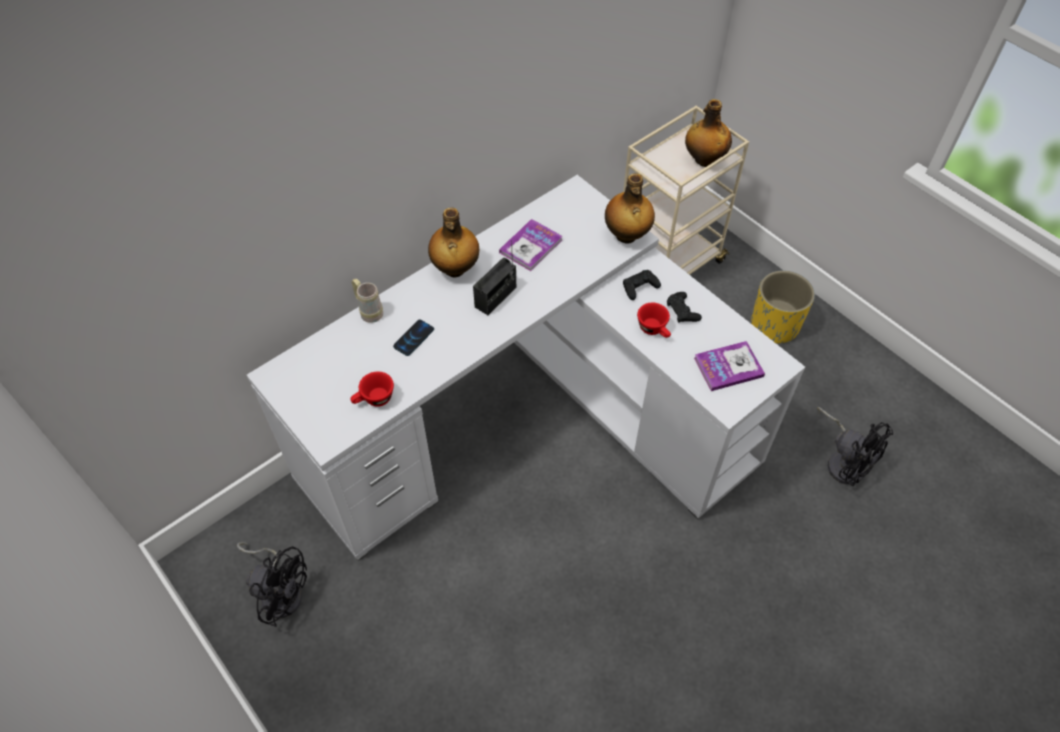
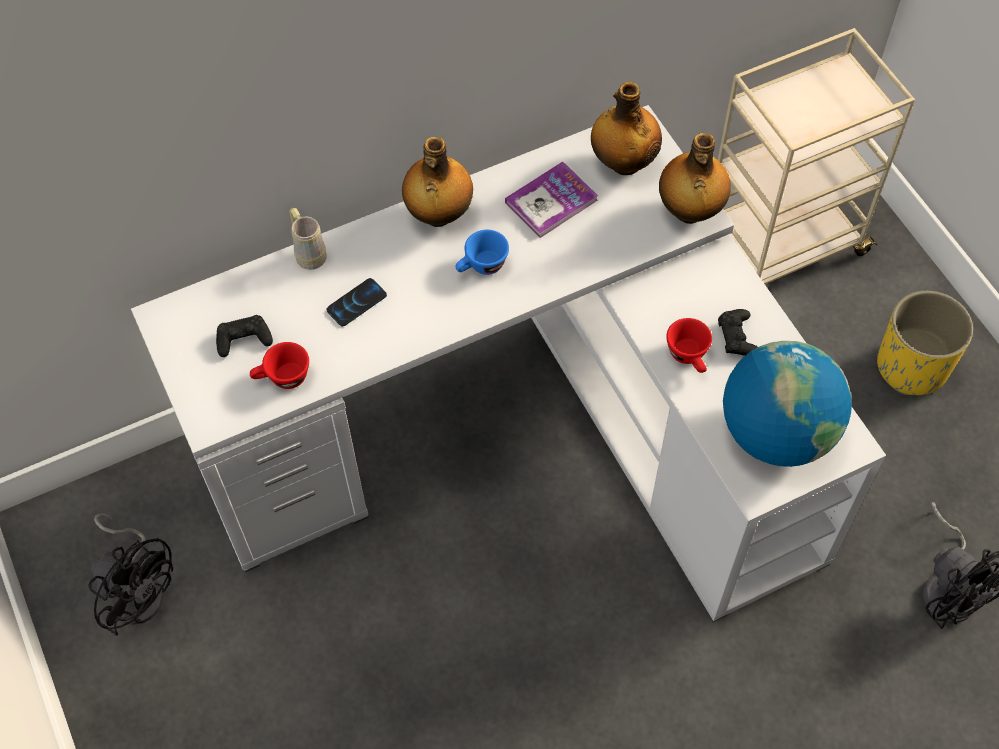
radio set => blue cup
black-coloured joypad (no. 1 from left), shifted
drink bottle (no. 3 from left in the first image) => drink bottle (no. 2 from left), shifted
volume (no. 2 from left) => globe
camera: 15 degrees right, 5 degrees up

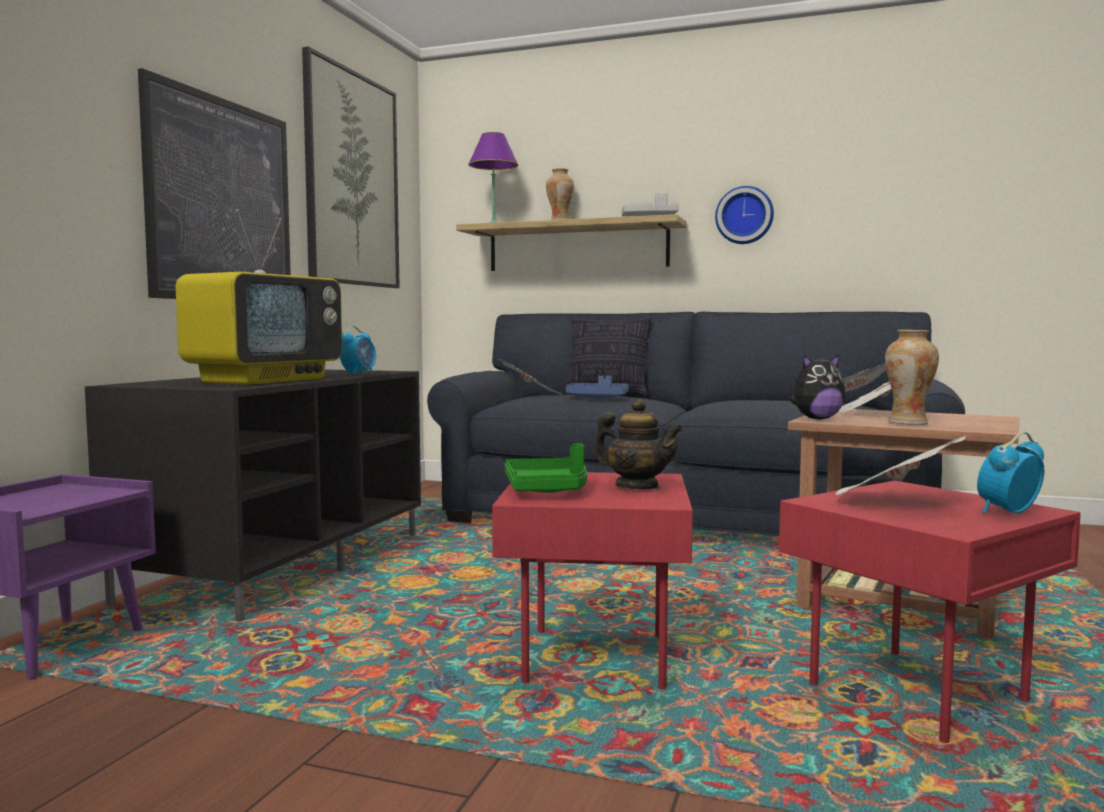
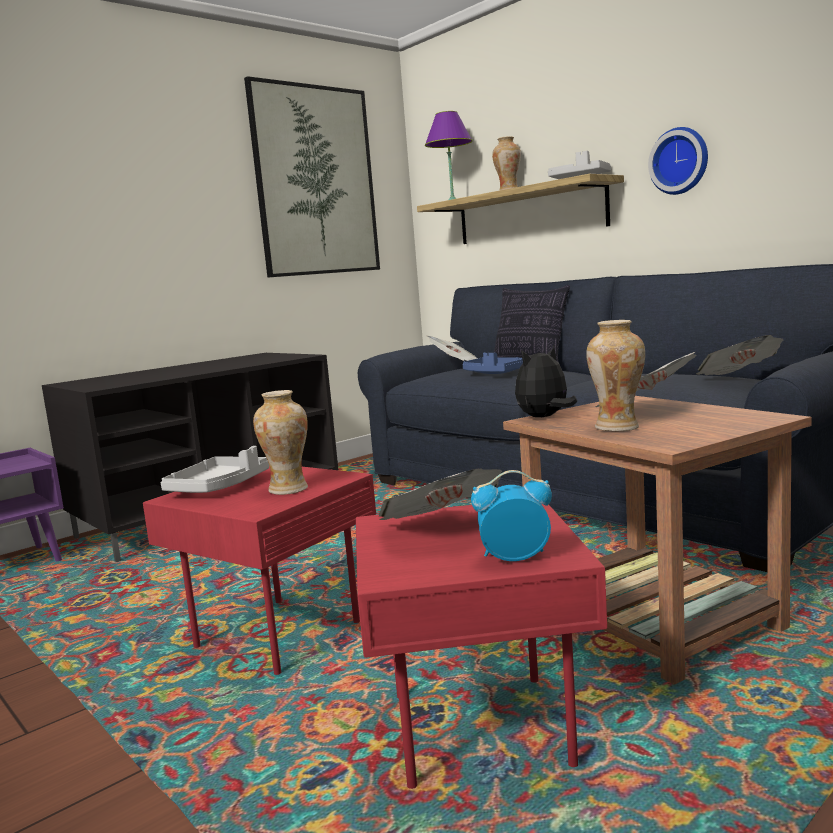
picture (no. 1 from left) => nothing
TV => nothing
table clock (no. 1 from left) => nothing
greenish tray => gray tray (no. 1 from left)
teapot => flower vase (no. 1 from left)
soft toy, 135 degrees clockwise
camera: 30 degrees right, 5 degrees up

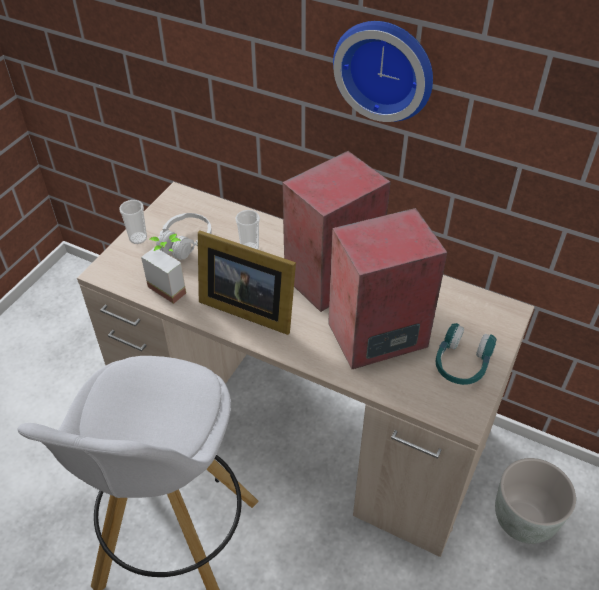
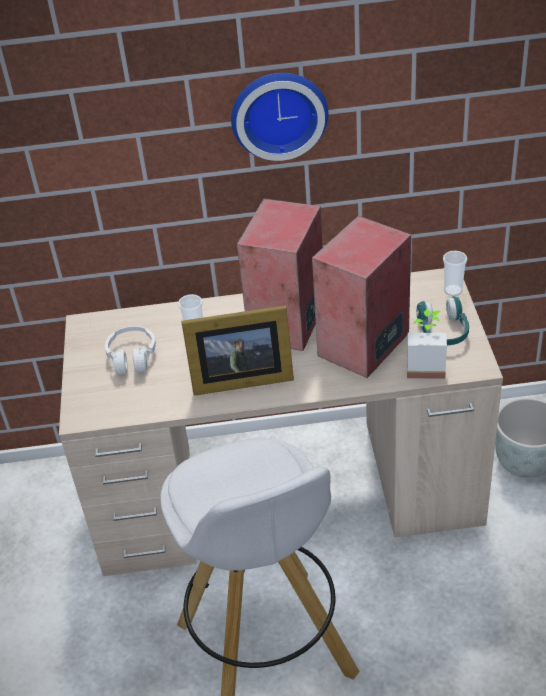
cup (no. 1 from left in the first image) => cup (no. 2 from left), shifted
houseplant, shifted
camera: 30 degrees left, 5 degrees down

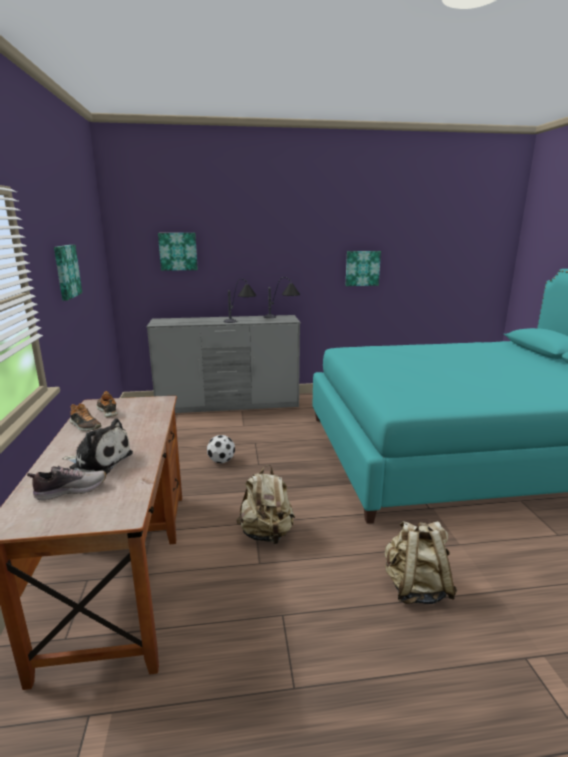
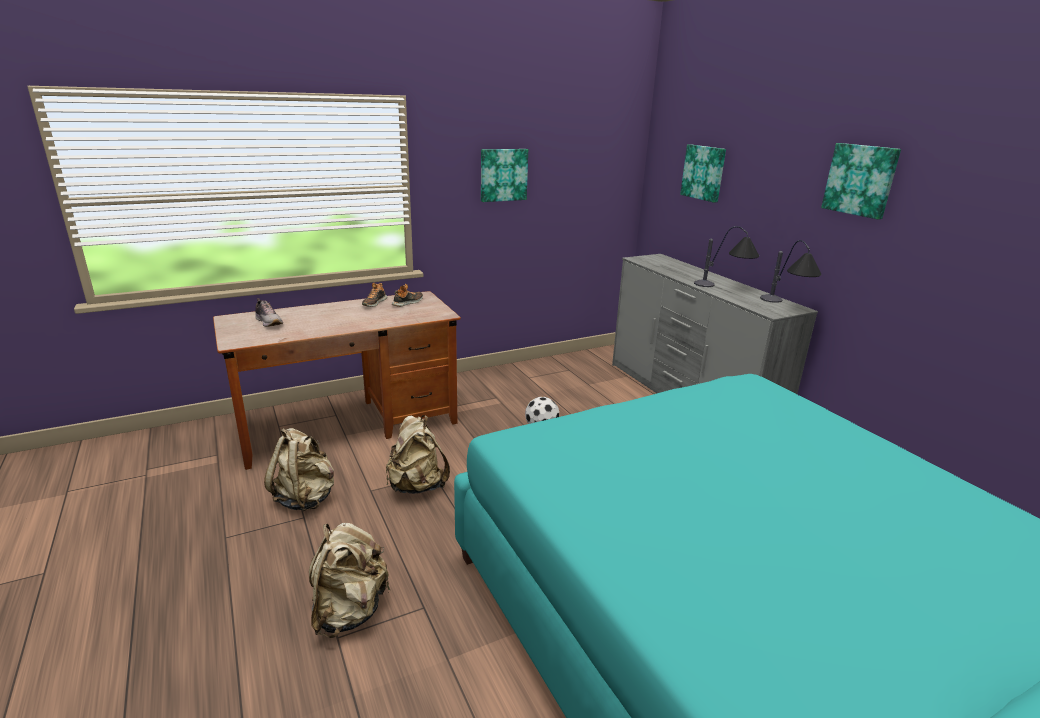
soft toy => nothing
picture (no. 3 from left), shifted
nothing => sand-coloured backpack (no. 1 from left)
camera: 70 degrees right, 5 degrees up

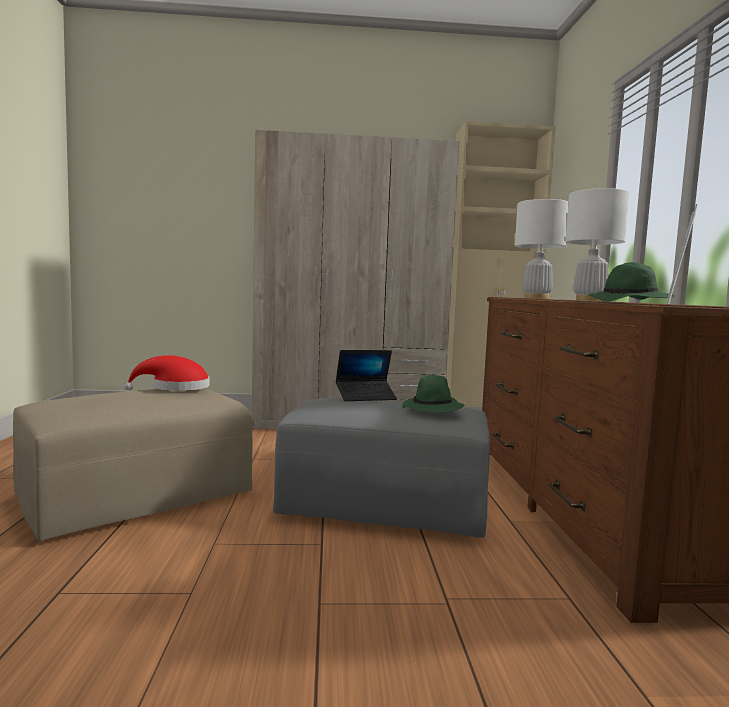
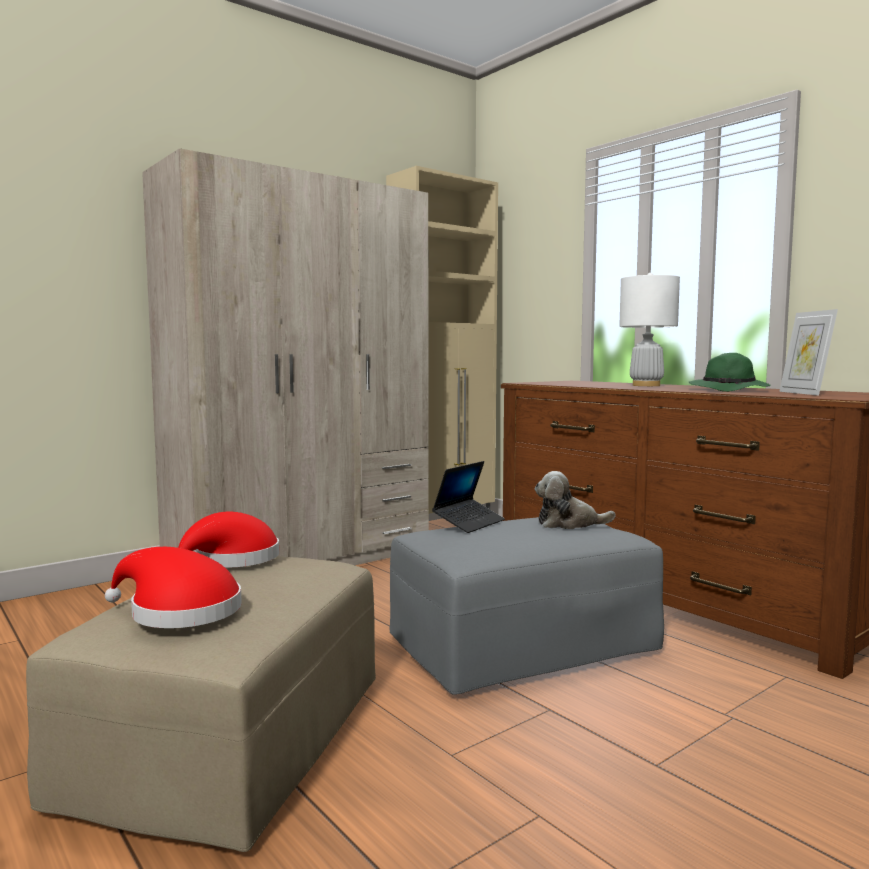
greenish clothing hat (no. 1 from left) => soft toy
whitish tabletop lamp (no. 1 from left) => nothing
nothing => red-coloured clothing hat (no. 1 from left)
camera: 35 degrees left, 0 degrees up

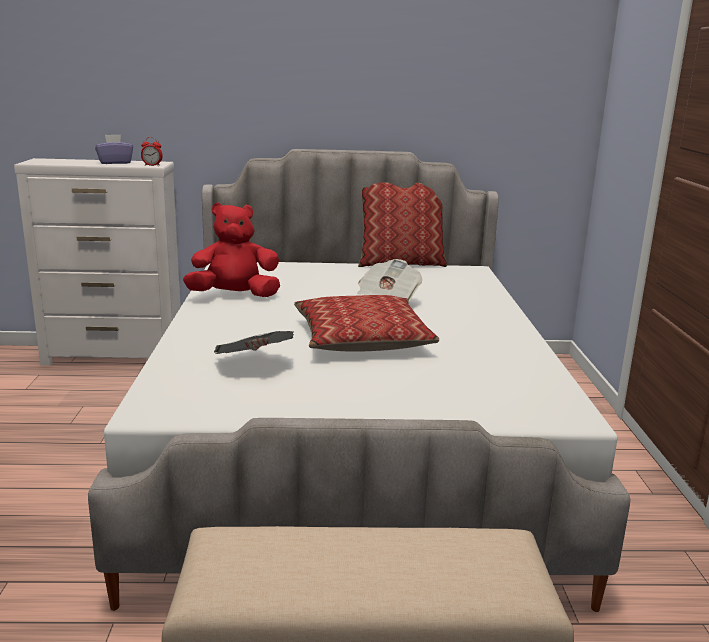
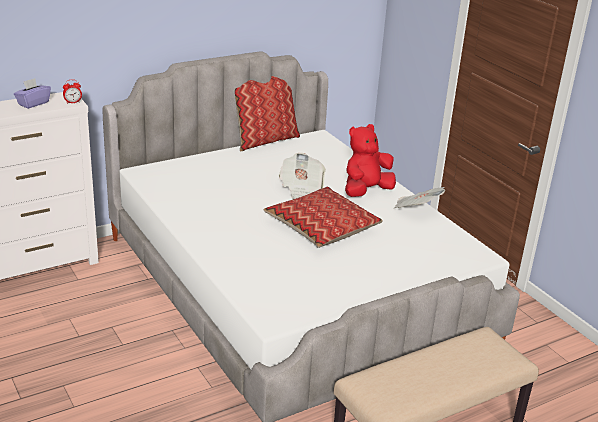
red-coloured soft toy, shifted
daily paper (no. 1 from left in the first image) => daily paper (no. 2 from left), shifted
camera: 30 degrees left, 10 degrees up

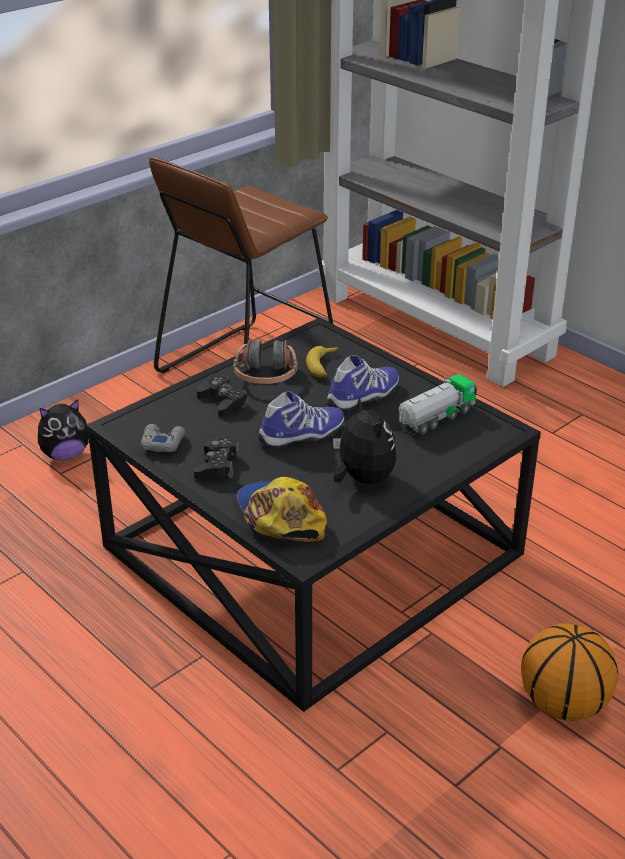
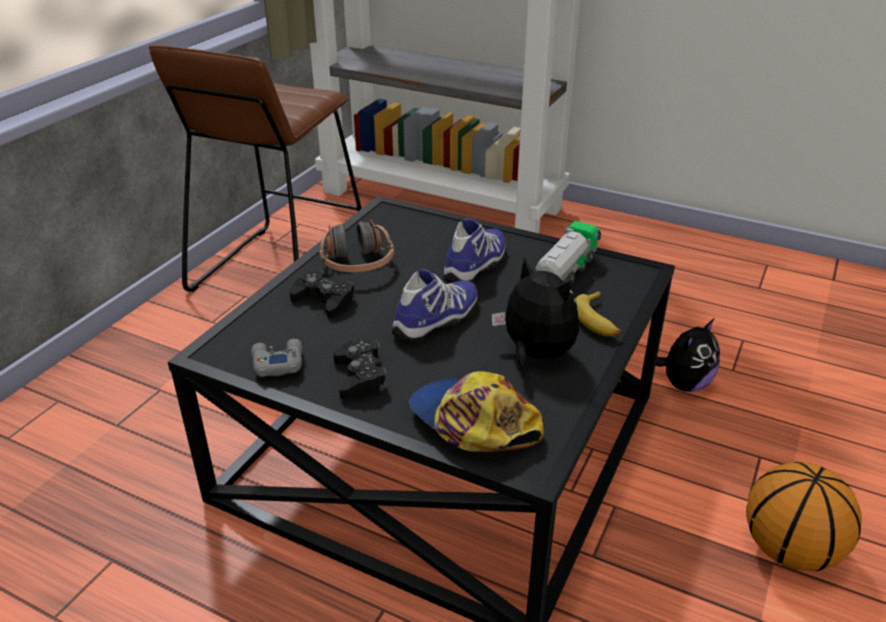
soft toy (no. 1 from left in the first image) => soft toy (no. 2 from left), shifted
banana, shifted
camera: 20 degrees left, 0 degrees up

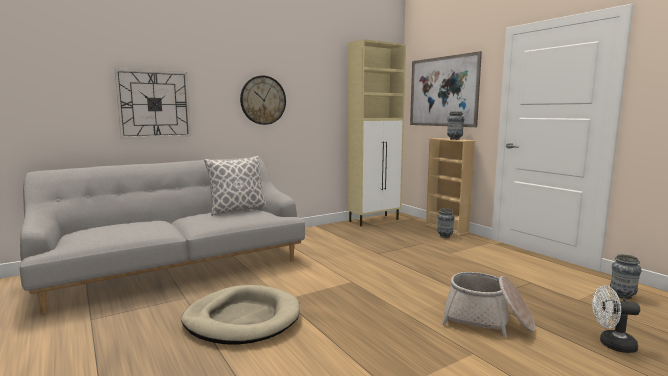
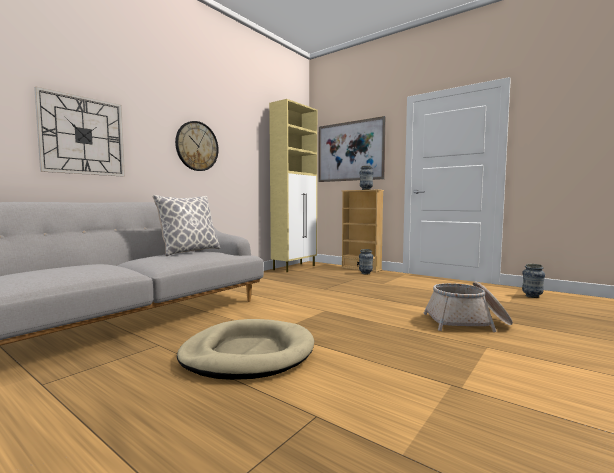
whitish electric fan => nothing
camera: 20 degrees left, 5 degrees down

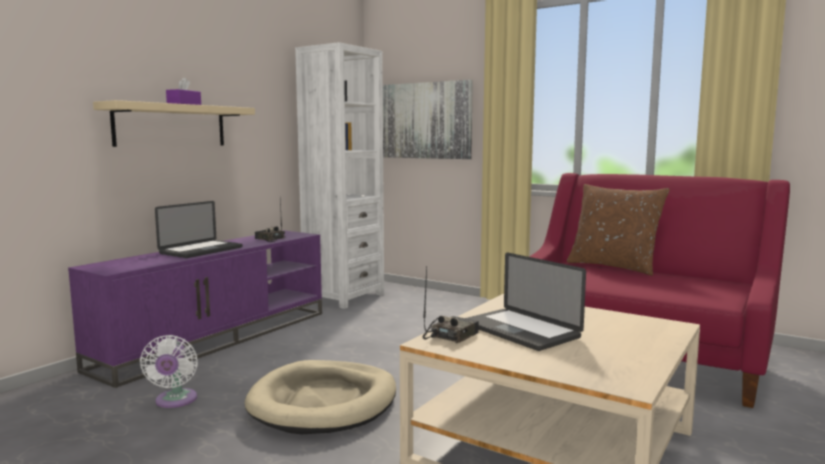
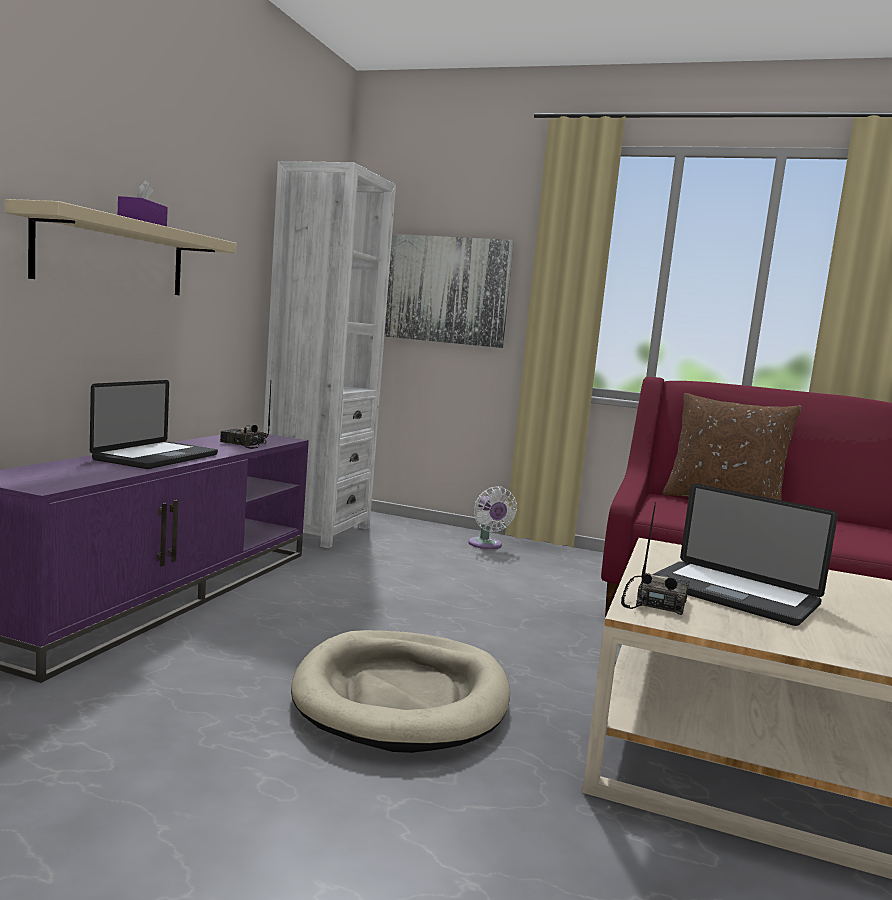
whitish electric fan, shifted
camera: 15 degrees left, 0 degrees up

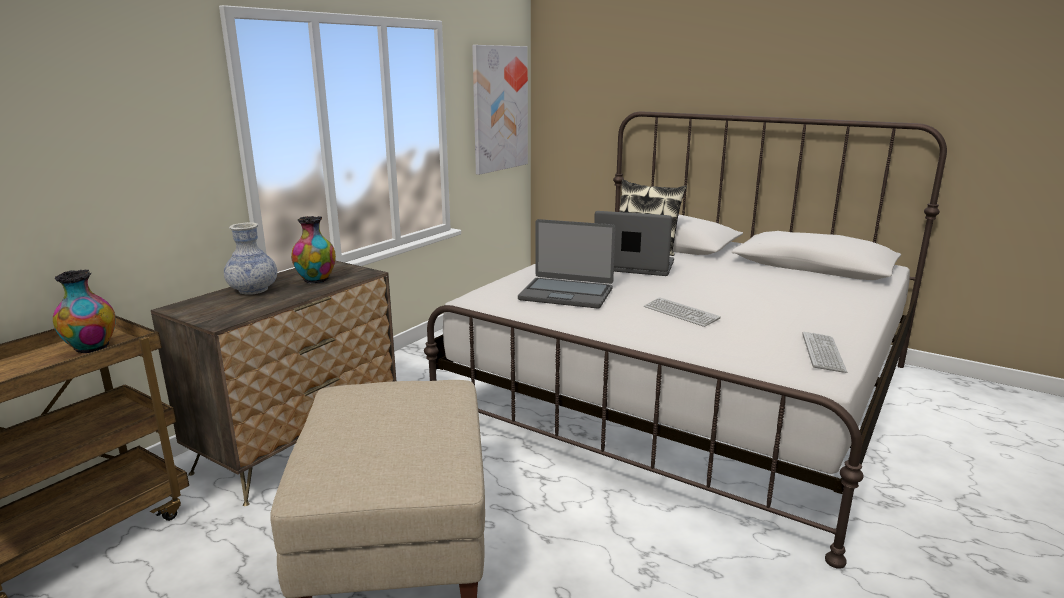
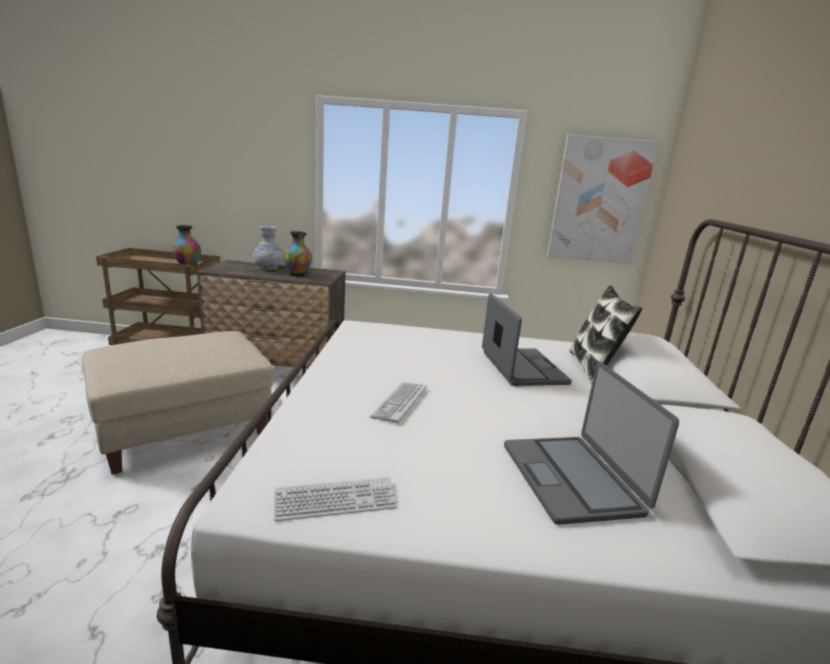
laptop (no. 1 from left in the first image) => laptop (no. 2 from left), shifted
camera: 60 degrees right, 0 degrees up

